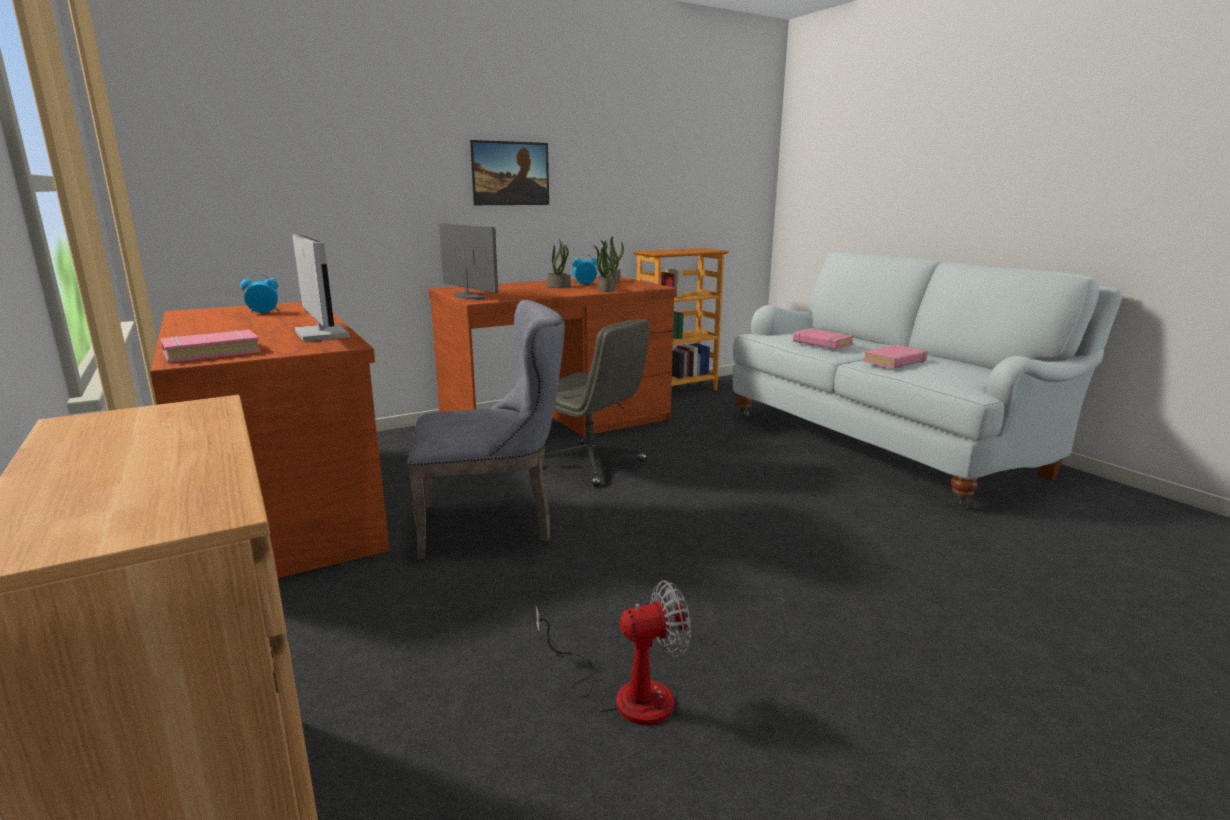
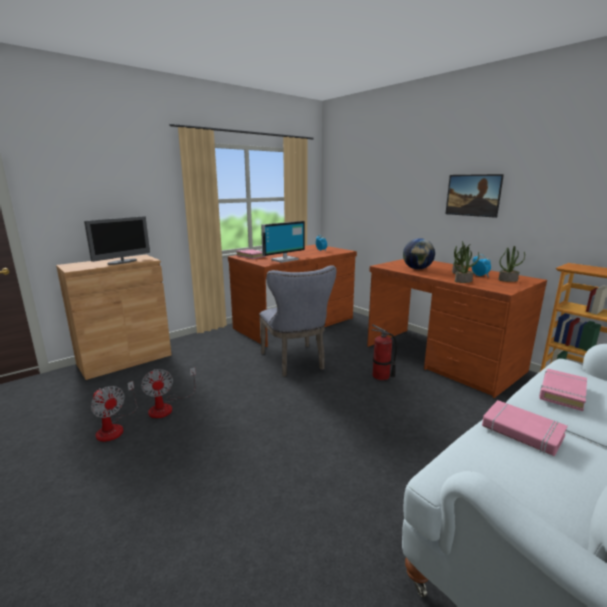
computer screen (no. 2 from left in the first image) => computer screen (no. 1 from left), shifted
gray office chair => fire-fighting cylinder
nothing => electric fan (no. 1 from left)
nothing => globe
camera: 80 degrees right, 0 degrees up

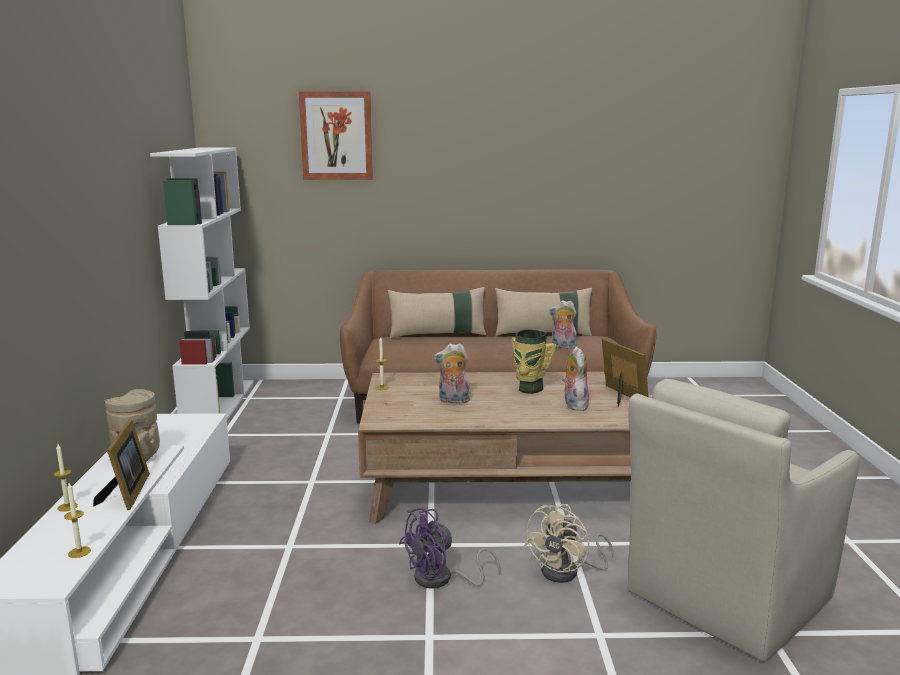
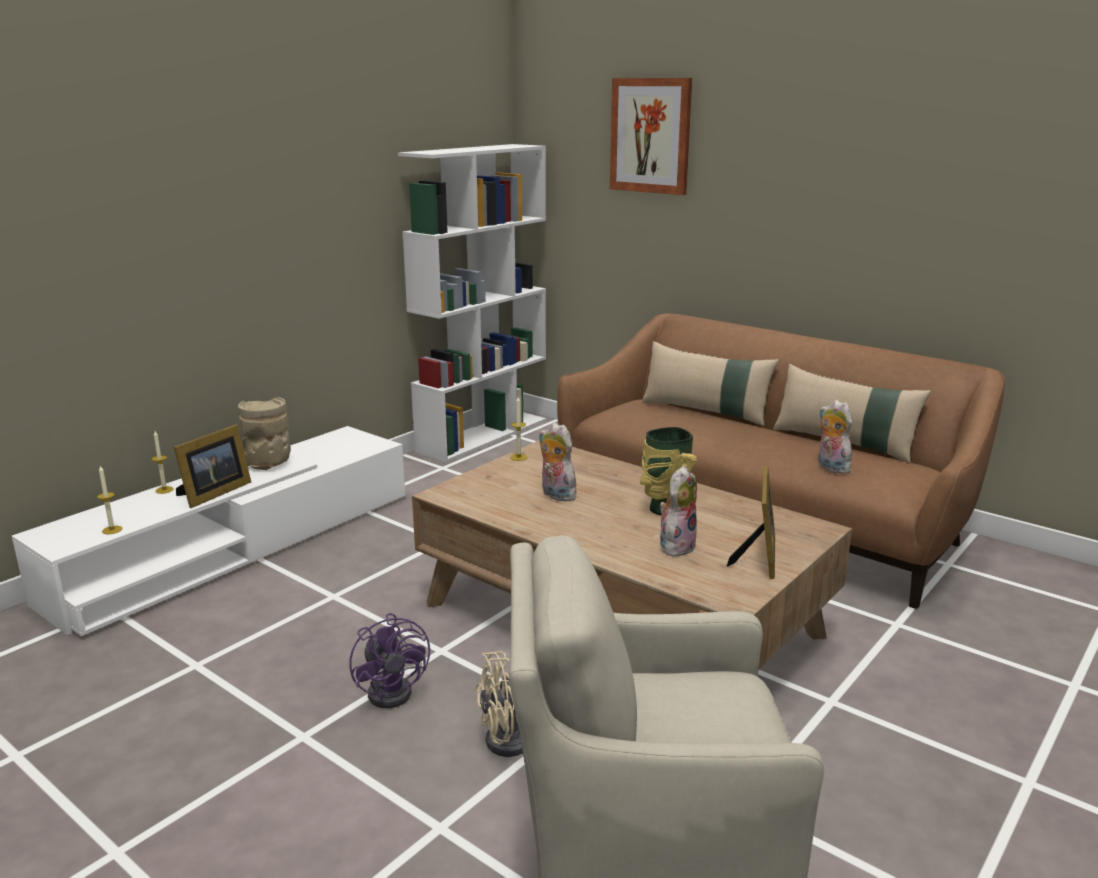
purplish electric fan, 120 degrees counterclockwise
camera: 40 degrees right, 5 degrees up

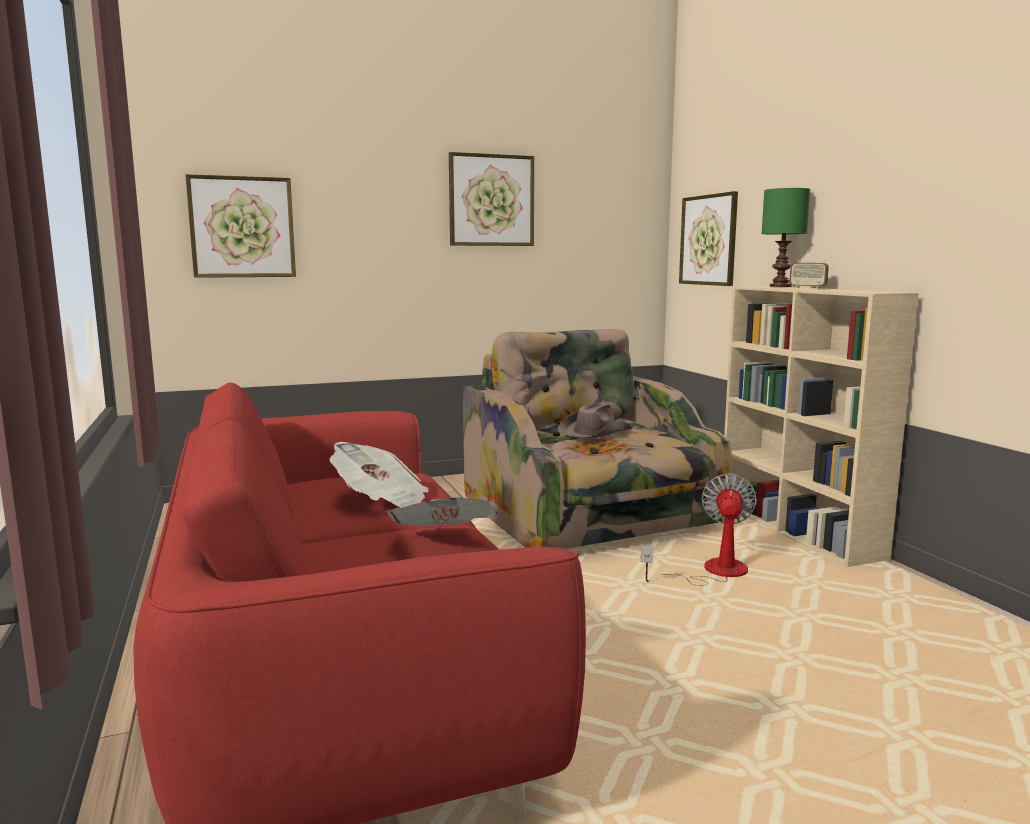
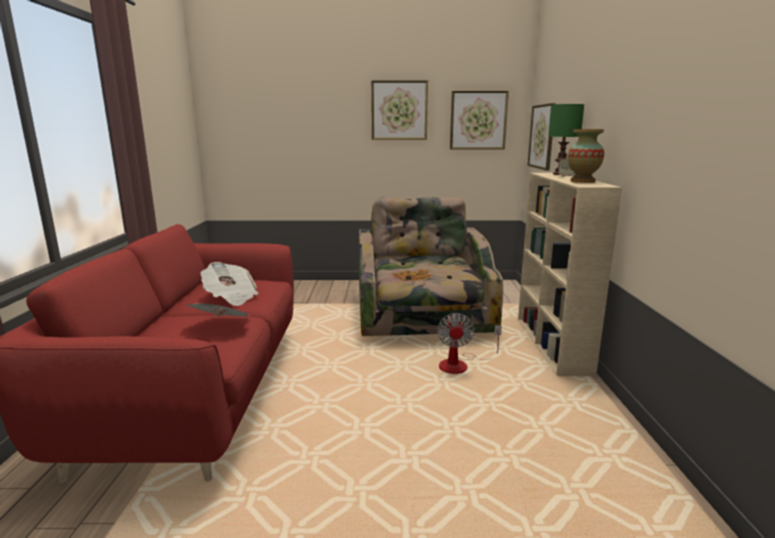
picture (no. 1 from left in the first image) => picture (no. 2 from left), shifted
brownish clothing hat => nothing
electric fan, 150 degrees clockwise
nothing => flower vase
camera: 20 degrees right, 5 degrees up

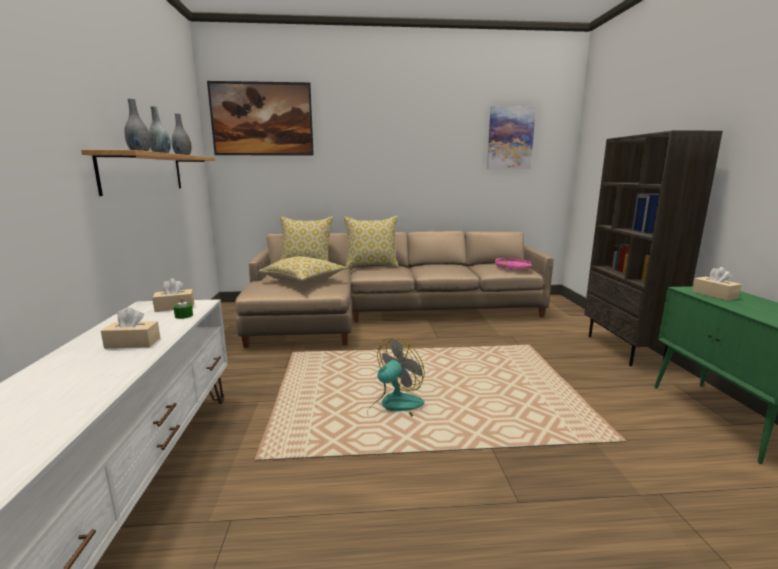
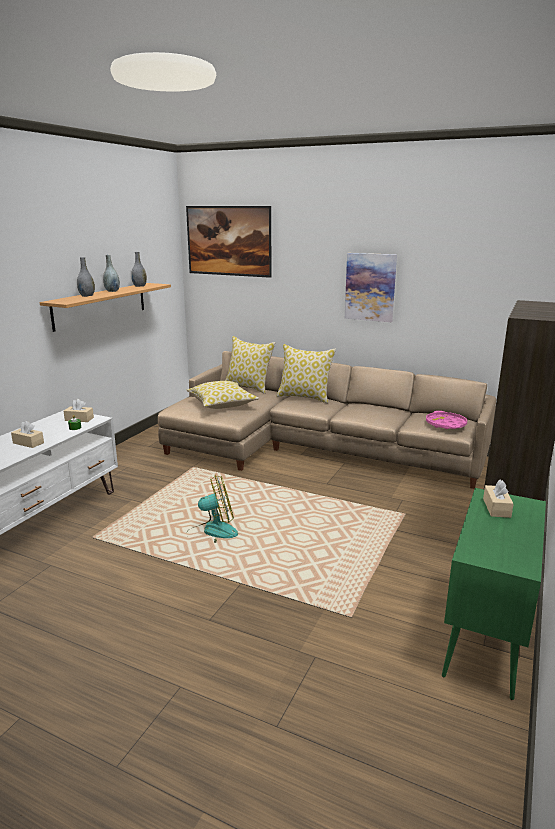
picture (no. 2 from left), shifted
camera: 30 degrees right, 5 degrees up

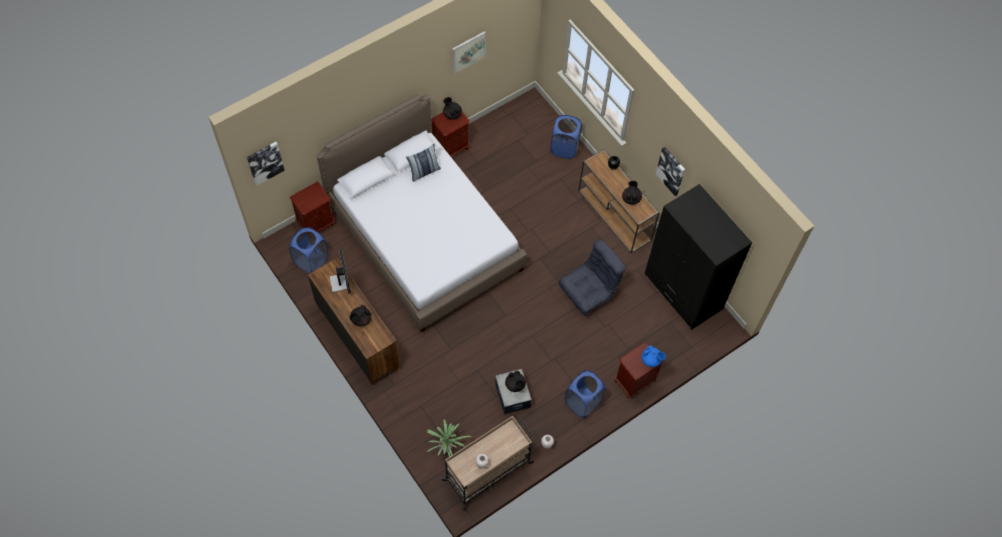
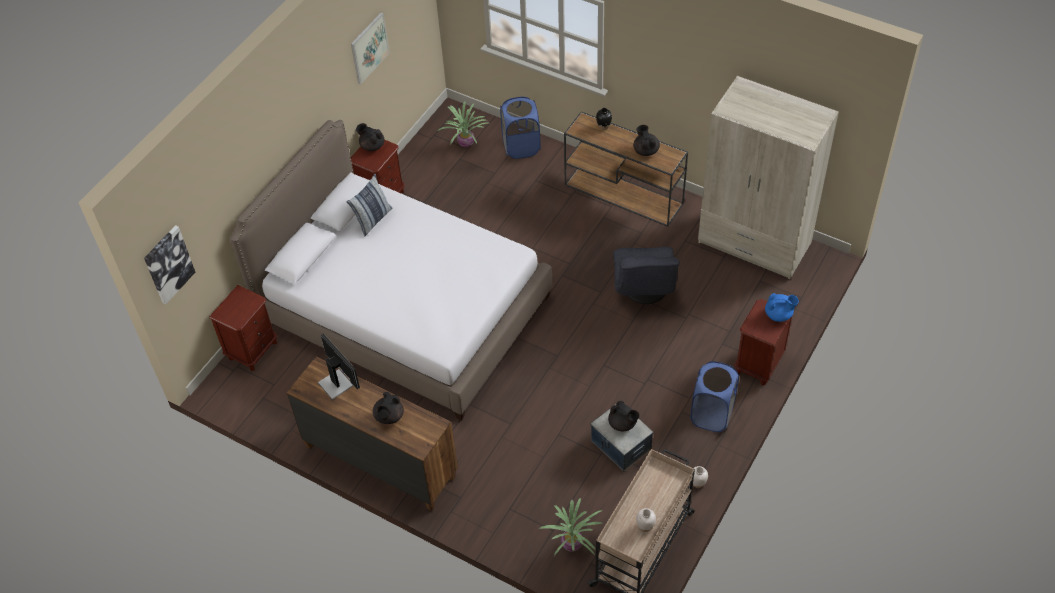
blue hamper (no. 1 from left) => nothing
gray armchair, 150 degrees clockwise
black-coloured clothes cupboard => sand-coloured clothes cupboard
picture (no. 3 from left) => nothing
nothing => houseplant (no. 1 from left)
camera: 20 degrees left, 10 degrees down

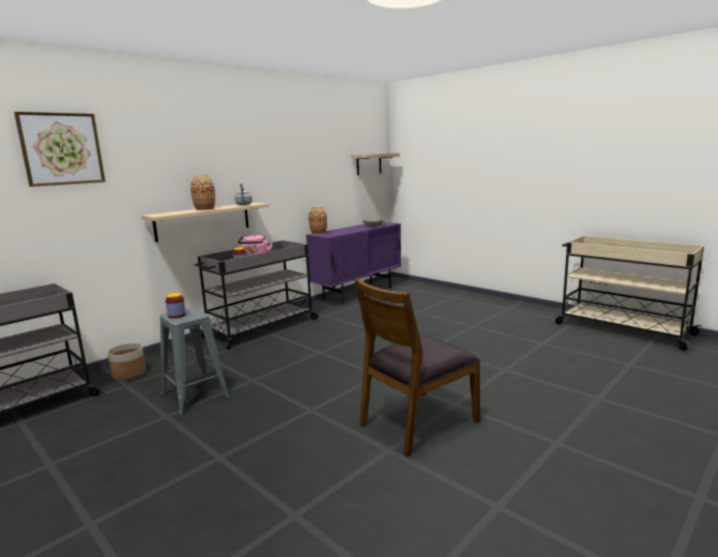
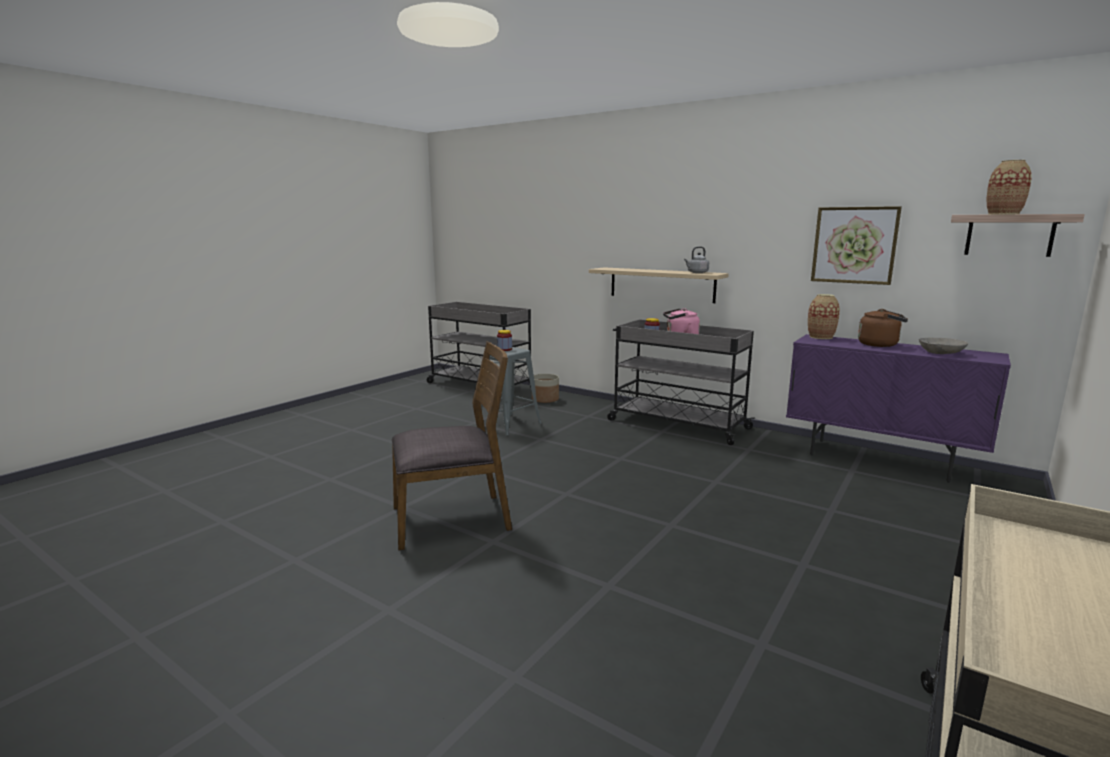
picture, shifted
flower vase (no. 1 from left in the first image) => flower vase (no. 2 from left), shifted
brownish upright chair, 120 degrees clockwise
nothing => brownish kettle
camera: 80 degrees right, 0 degrees up

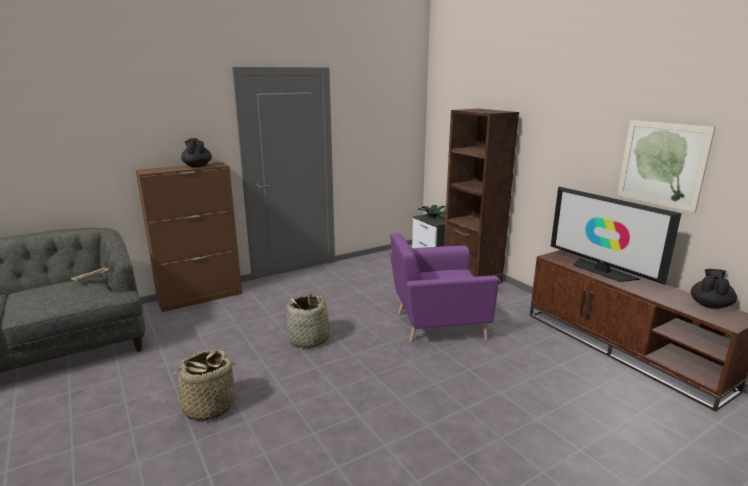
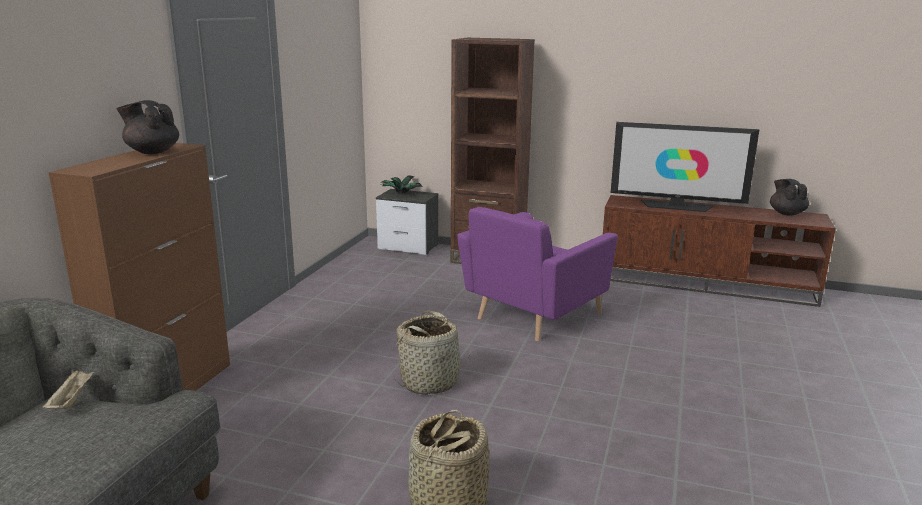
picture => nothing
camera: 40 degrees left, 0 degrees up

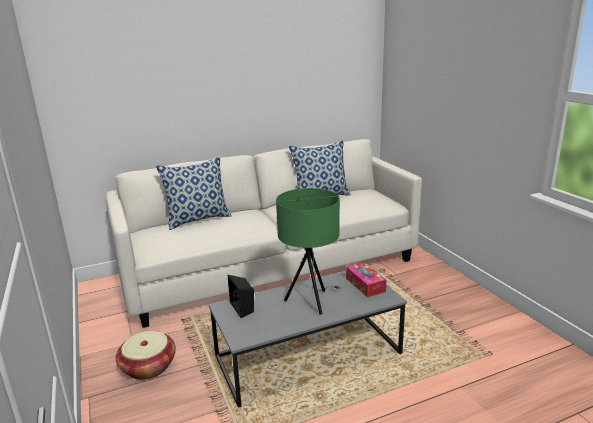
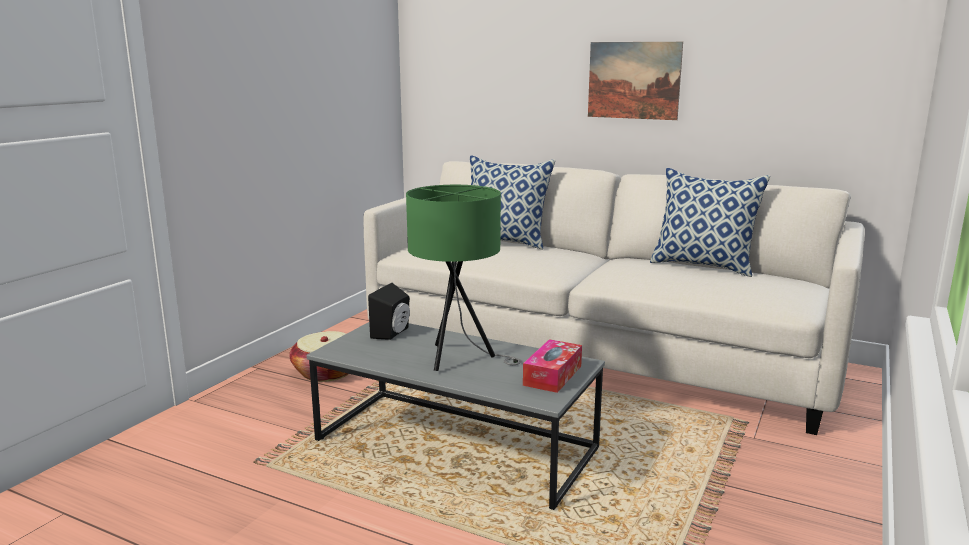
nothing => picture
camera: 50 degrees right, 5 degrees down

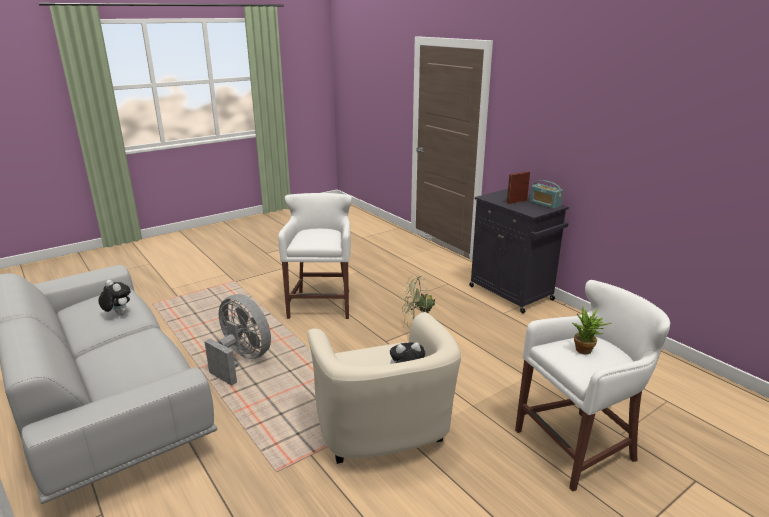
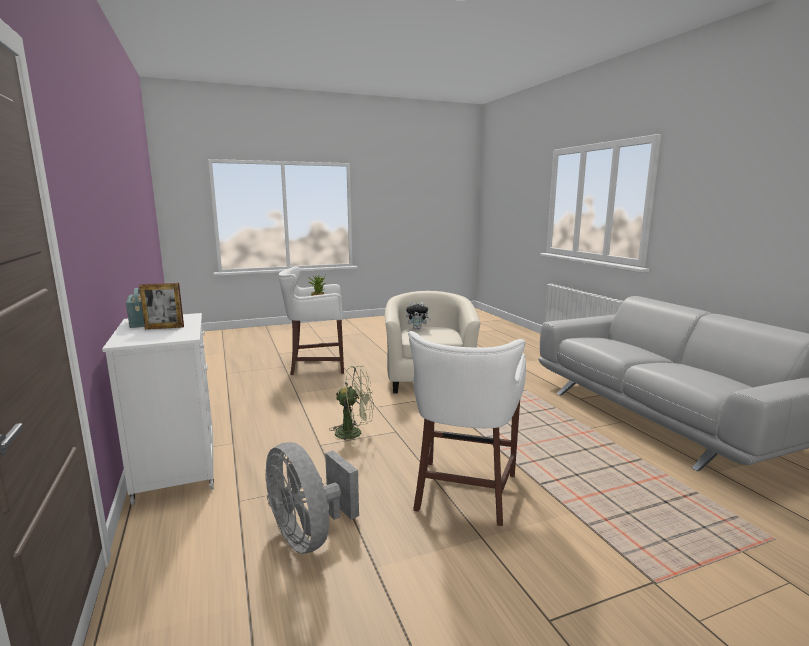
soft toy (no. 1 from left) => nothing
gray electric fan, shifted
black-coloured storage cabinet => whitish storage cabinet
camera: 165 degrees left, 10 degrees down

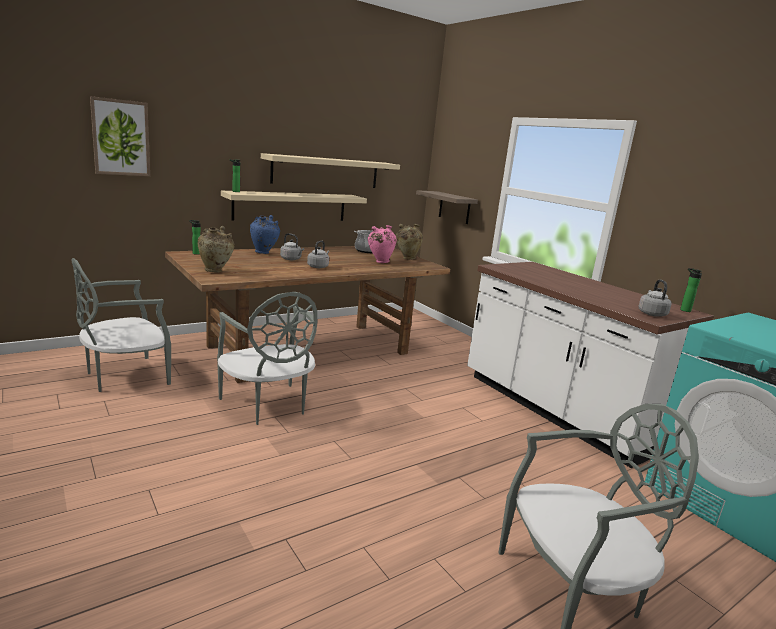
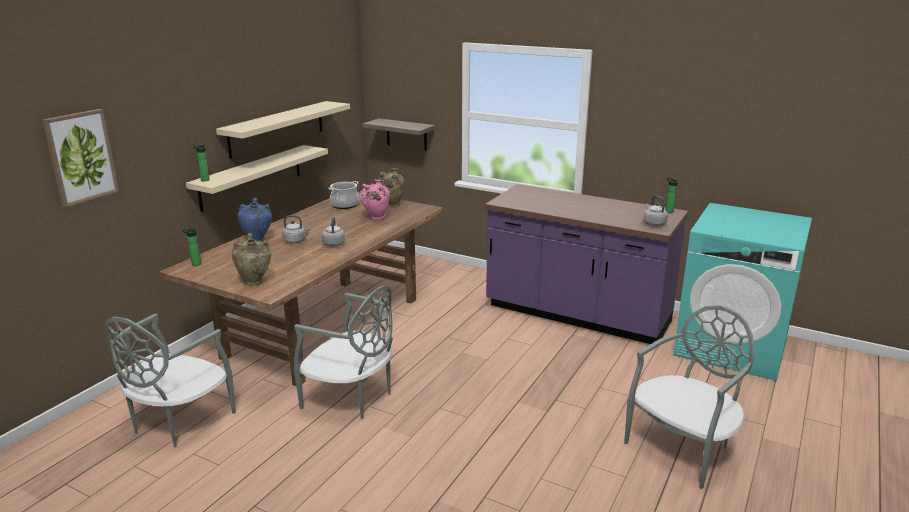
whitish counter => purplish counter
camera: 25 degrees left, 5 degrees up

